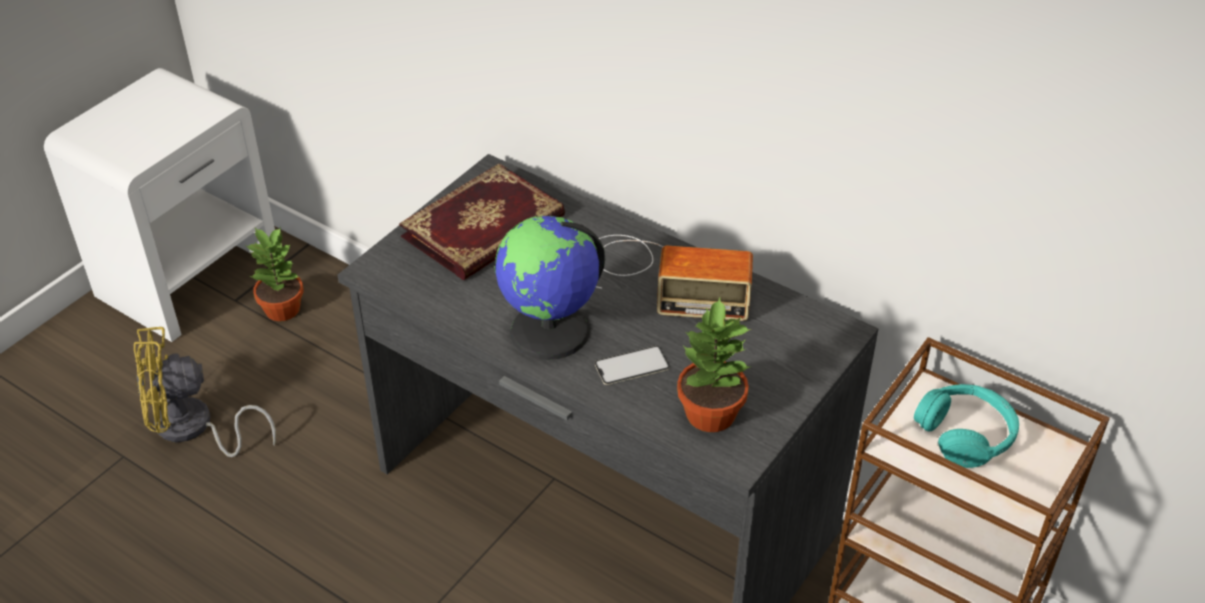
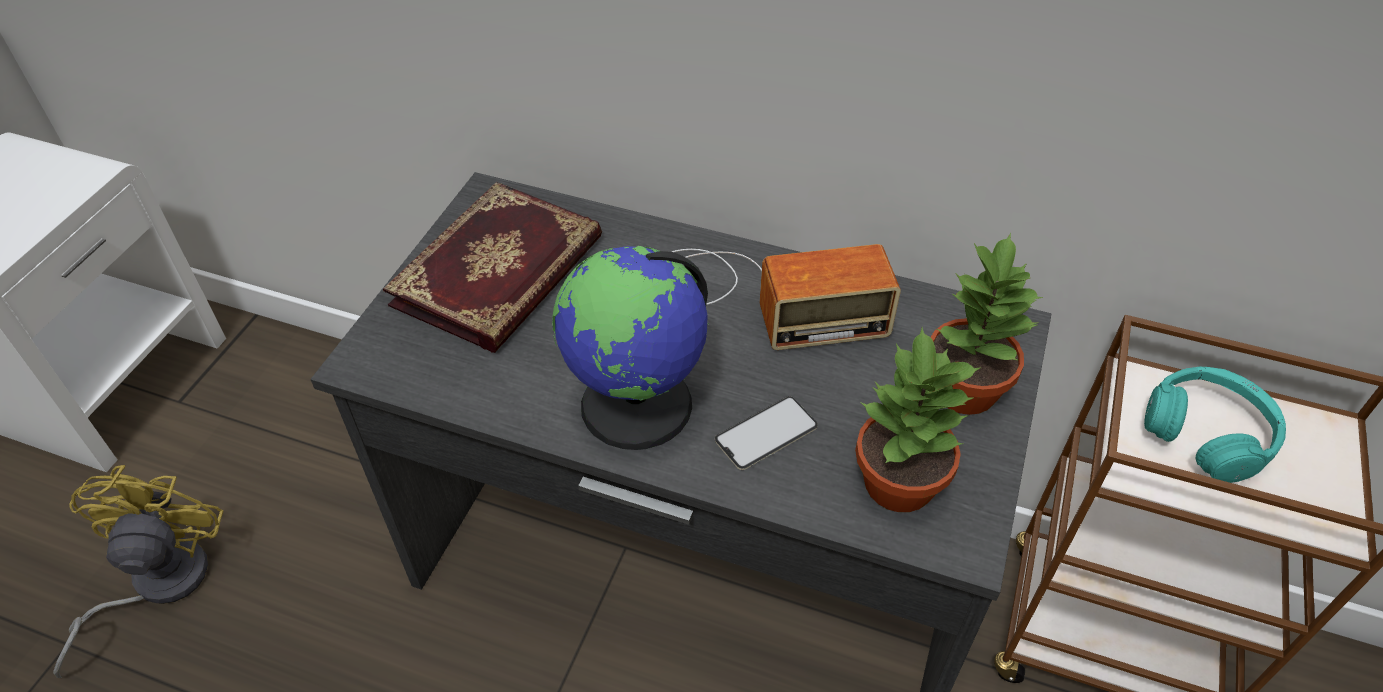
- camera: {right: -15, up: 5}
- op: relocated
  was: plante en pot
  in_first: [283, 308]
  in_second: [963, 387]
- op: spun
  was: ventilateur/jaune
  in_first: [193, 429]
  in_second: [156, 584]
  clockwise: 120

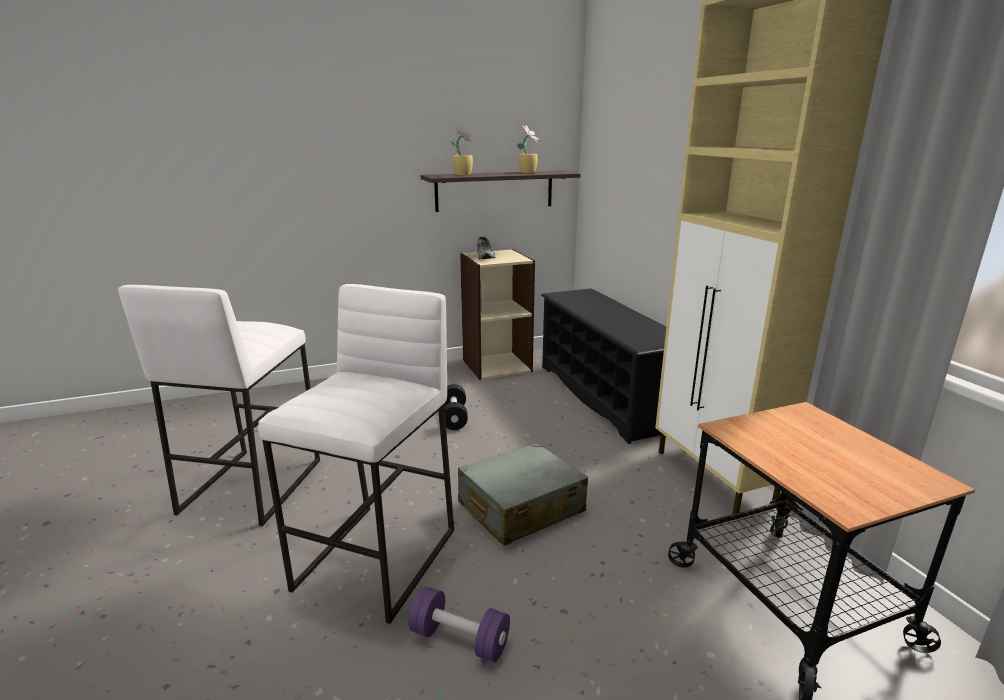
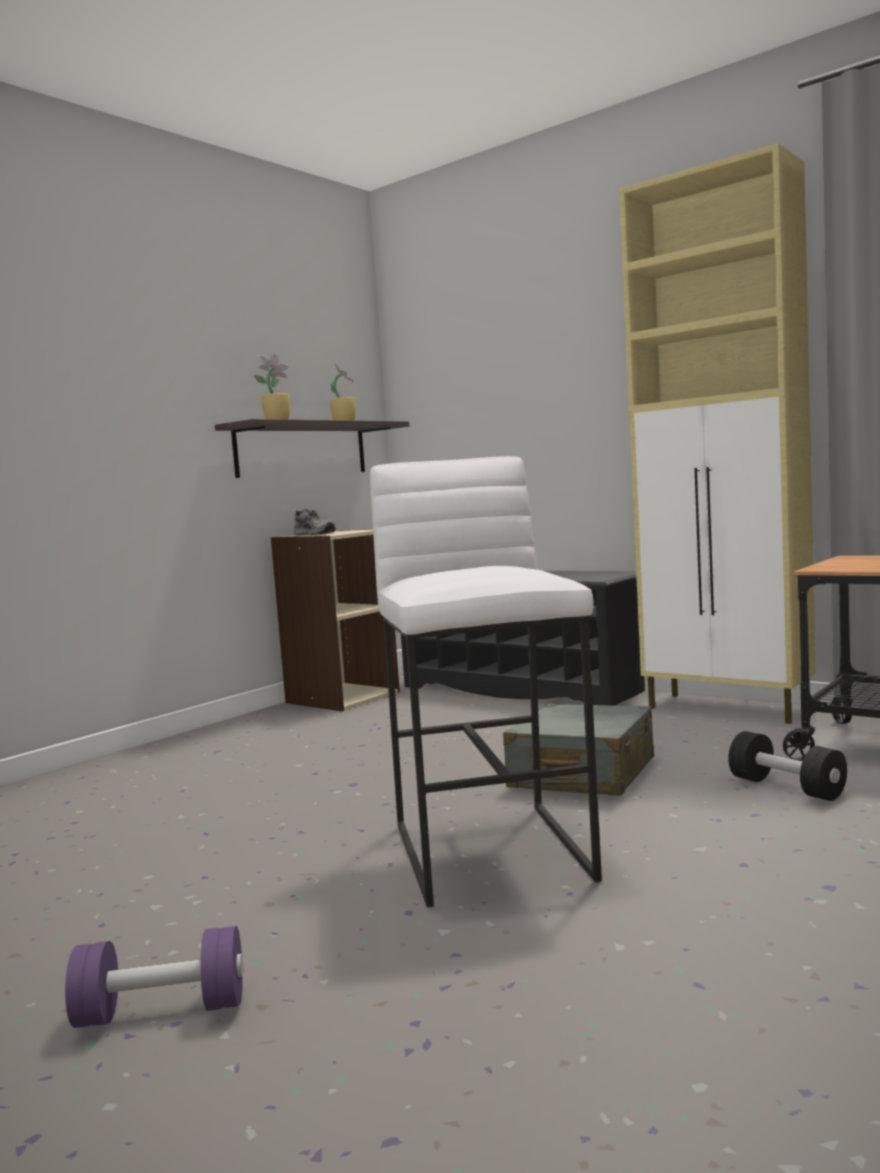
- camera: {right: -30, up: -15}
- op: missing
  was: tabouret/blanc
  in_first: [251, 485]
- op: relocated
  was: haltère/violet
  in_first: [459, 639]
  in_second: [162, 1011]
- op: relocated
  was: haltère/noir
  in_first: [454, 417]
  in_second: [786, 788]

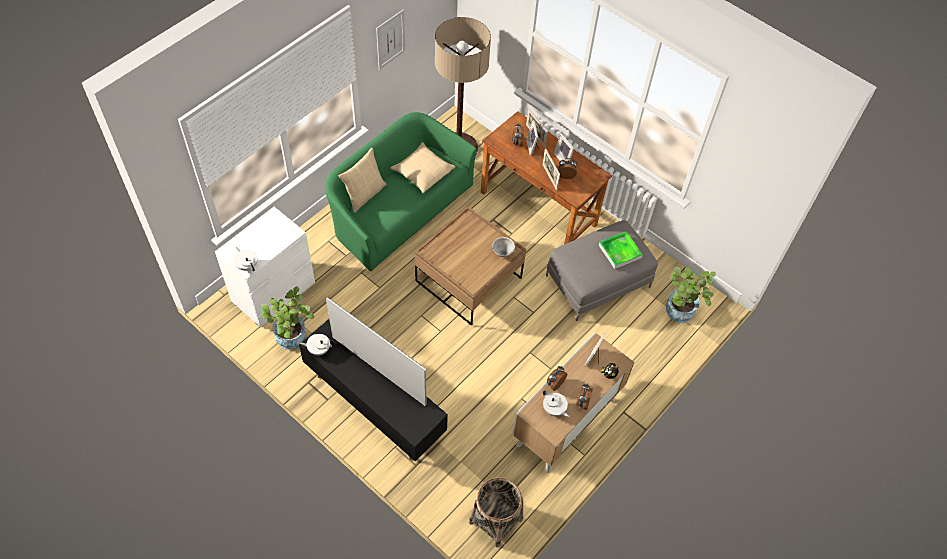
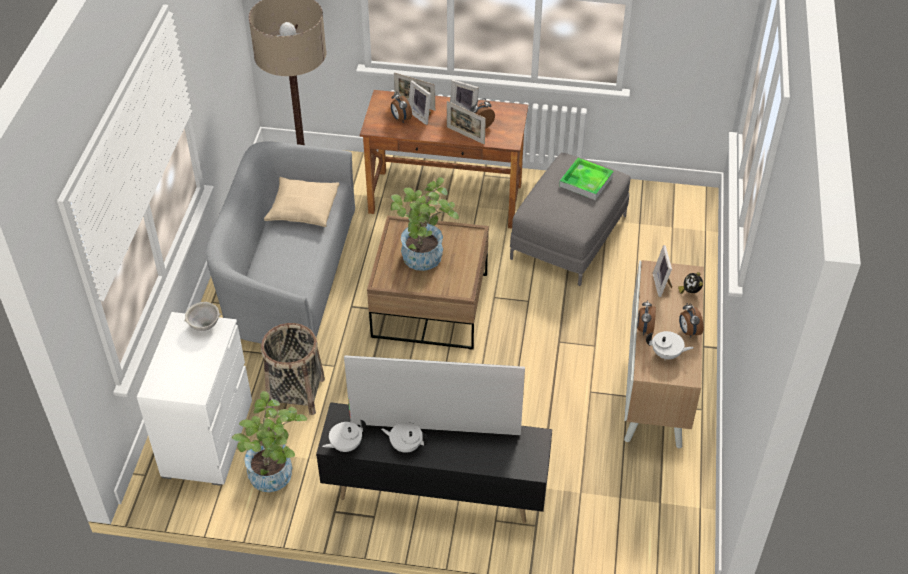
- camera: {right: -30, up: -10}
- op: missing
  was: coussin/beige
  in_first: [364, 194]
- op: missing
  was: tableau
  in_first: [390, 39]
- op: relocated
  was: théière/blanc
  in_first: [247, 265]
  in_second: [405, 445]
- op: relocated
  was: panier
  in_first: [495, 520]
  in_second: [296, 393]
- op: relocated
  was: bol/gris
  in_first: [502, 252]
  in_second: [204, 325]
- op: relocated
  was: plante en pot
  in_first: [678, 314]
  in_second: [423, 261]
- op: colour
  was: canapé/vert
  now: canapé/gris
  in_first: [398, 210]
  in_second: [288, 276]

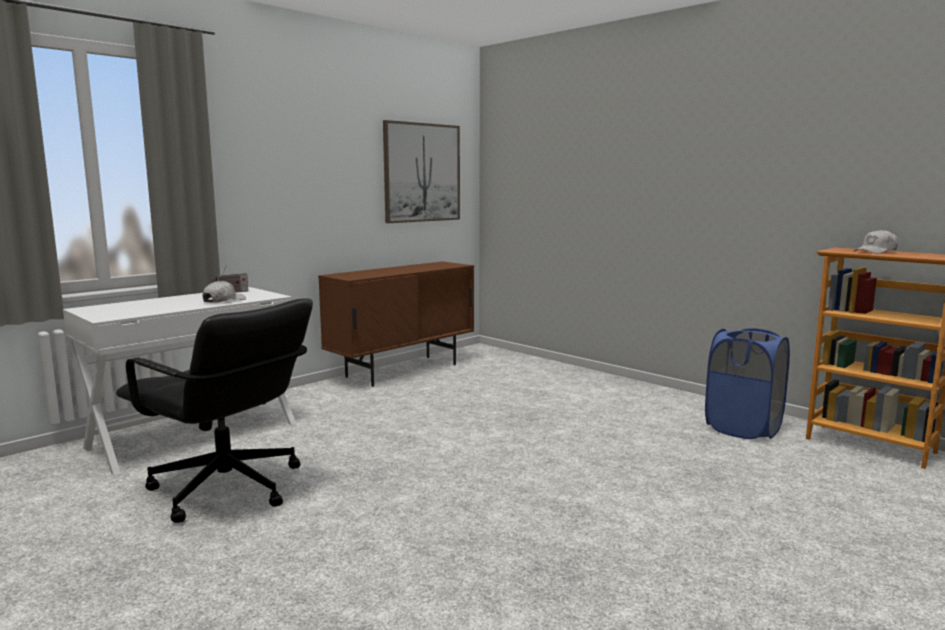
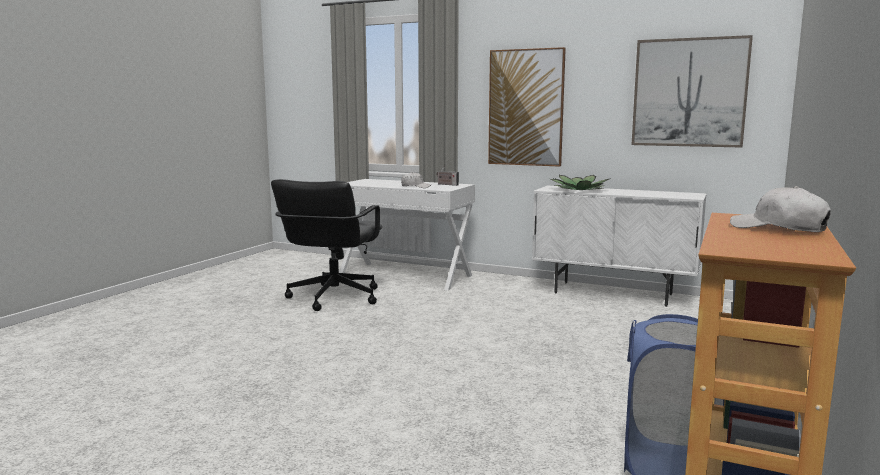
- camera: {right: 70, up: 0}
- op: appeared
  now: tableau
  in_second: [526, 108]
- op: appeared
  now: plante en pot
  in_second: [579, 190]
- op: colour
  was: meuble de rangement/marron
  now: meuble de rangement/blanc
  in_first: [402, 371]
  in_second: [613, 294]

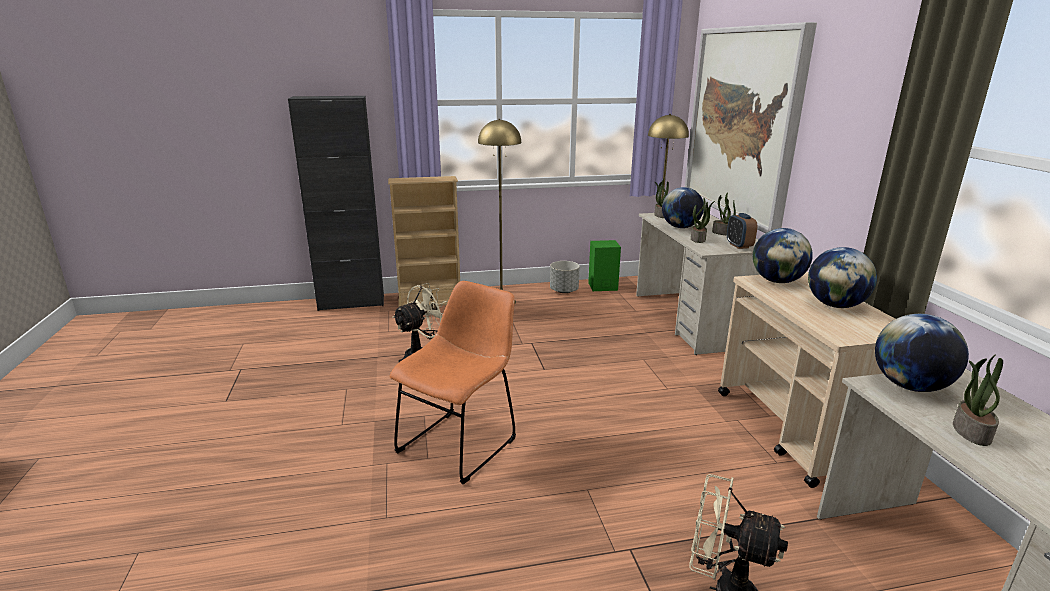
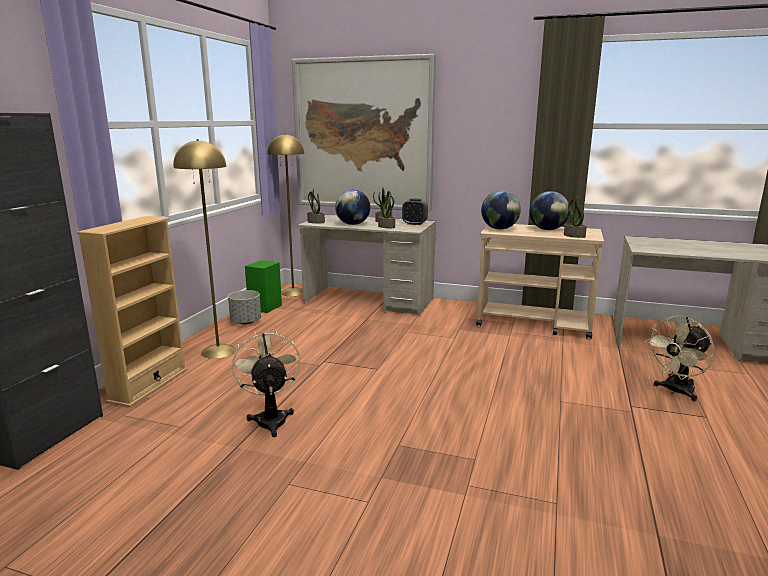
- camera: {right: -60, up: -5}
- op: missing
  was: chaise/orange
  in_first: [461, 442]
- op: missing
  was: globe
  in_first: [910, 386]
- op: relocated
  was: plante en pot
  in_first: [970, 431]
  in_second: [573, 236]

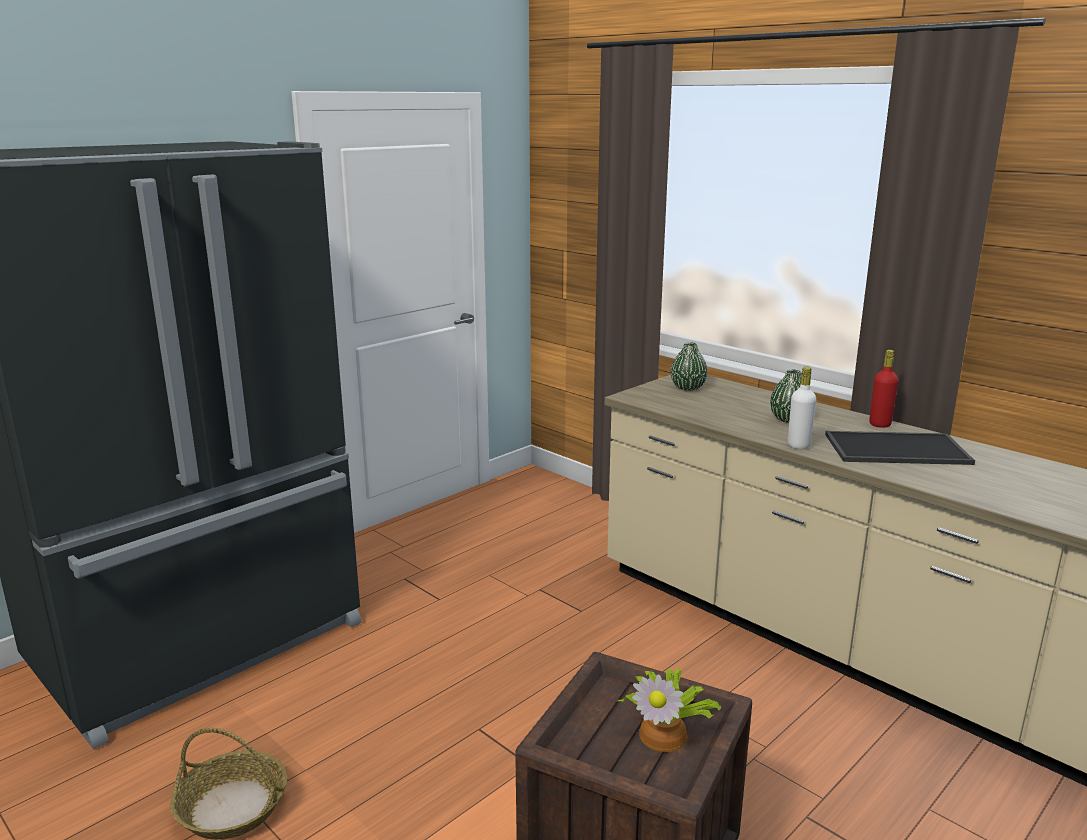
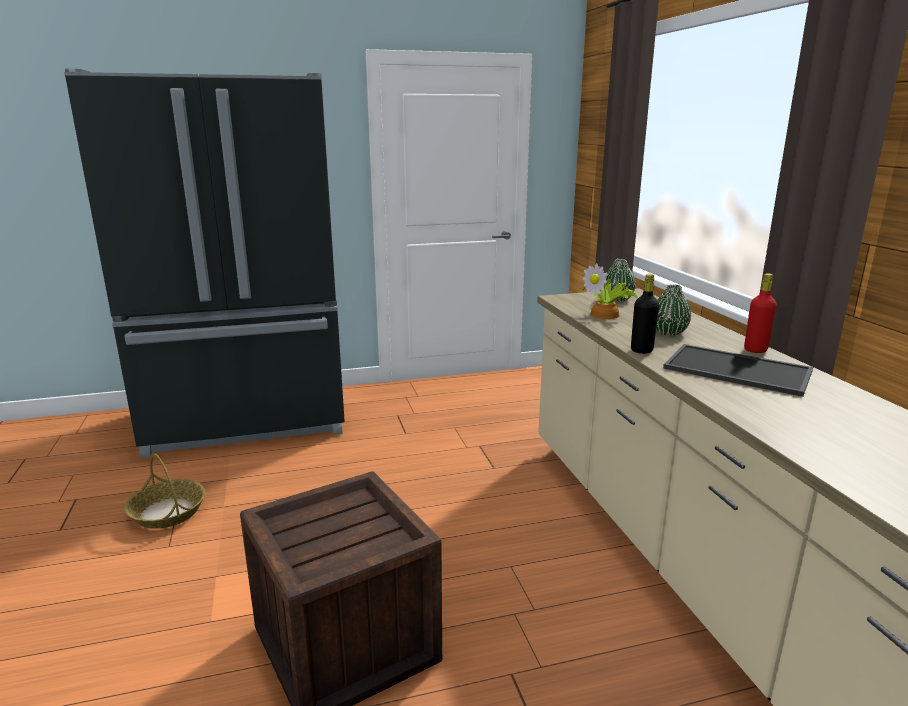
- camera: {right: 30, up: 0}
- op: relocated
  was: plante en pot
  in_first: [665, 733]
  in_second: [606, 314]
- op: colour
  was: bouteille/blanc
  now: bouteille/noir
  in_first: [798, 445]
  in_second: [641, 350]

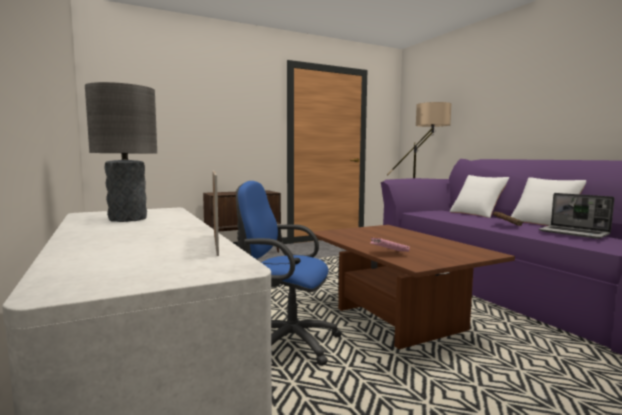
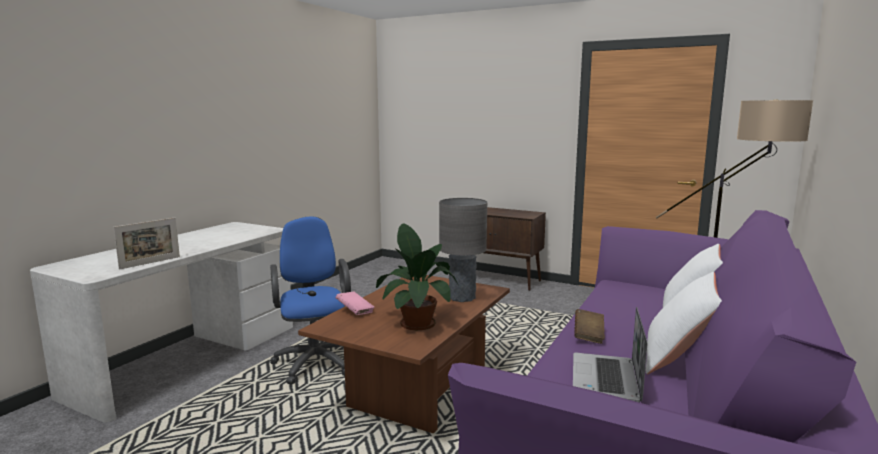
- camera: {right: 55, up: 5}
- op: appeared
  now: plante en pot
  in_second: [417, 322]
- op: relocated
  was: lampe de table/gris
  in_first: [127, 219]
  in_second: [461, 298]

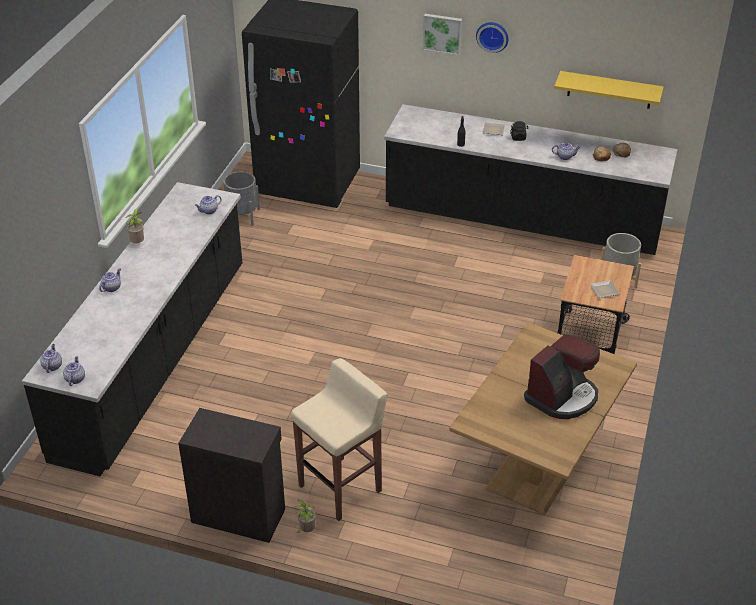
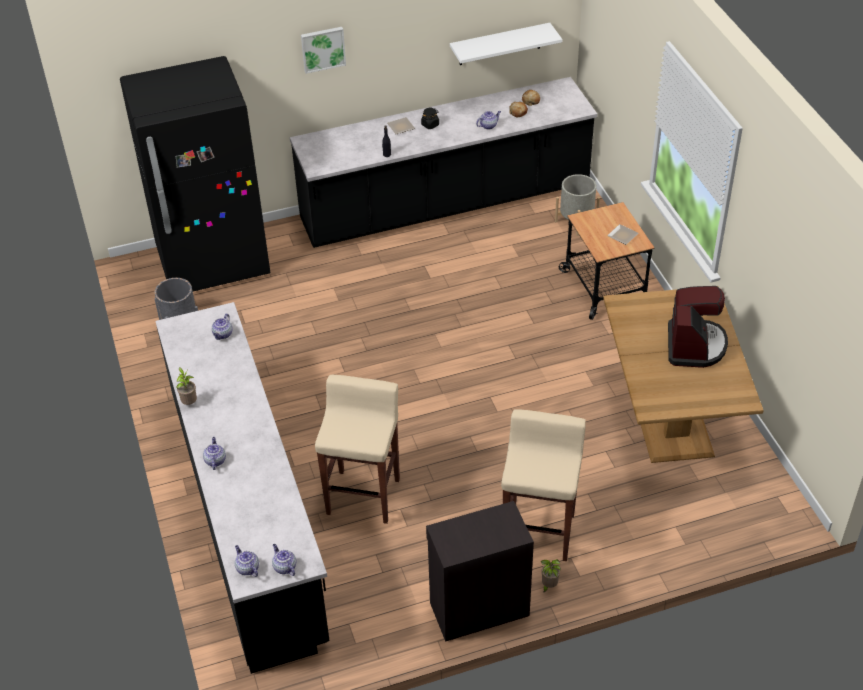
- camera: {right: -35, up: 5}
- op: missing
  was: horloge murale
  in_first: [492, 36]
- op: appeared
  now: tabouret/beige
  in_second: [364, 495]
- op: colour
  was: étagère/jaune
  now: étagère/blanc
  in_first: [609, 90]
  in_second: [500, 44]

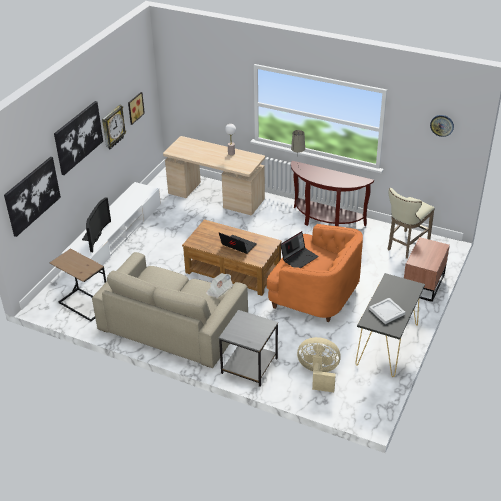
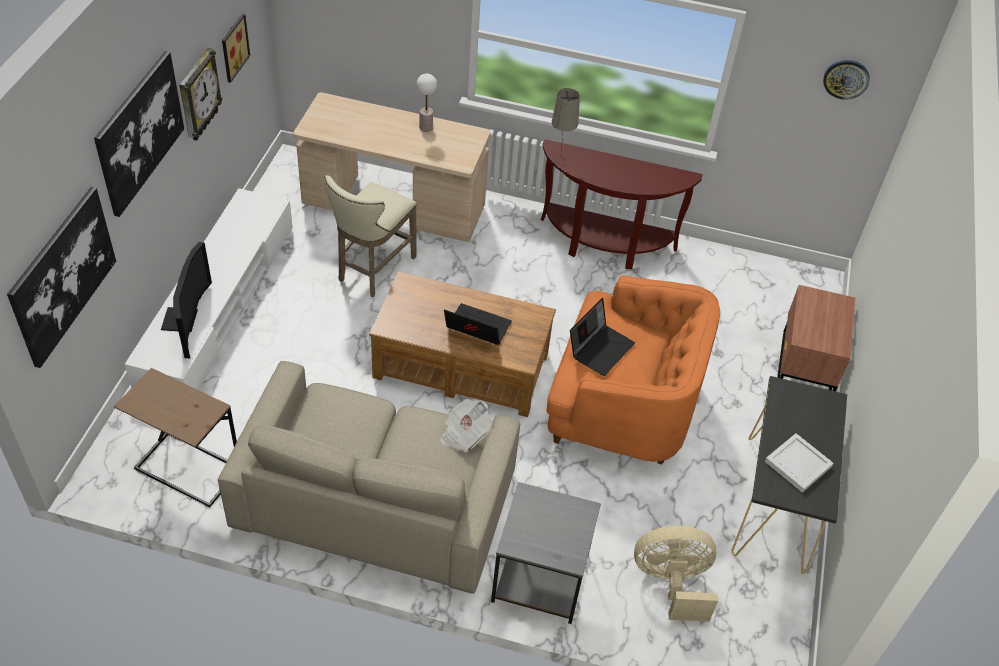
- camera: {right: -15, up: 10}
- op: relocated
  was: tabouret/beige
  in_first: [405, 246]
  in_second: [372, 270]

